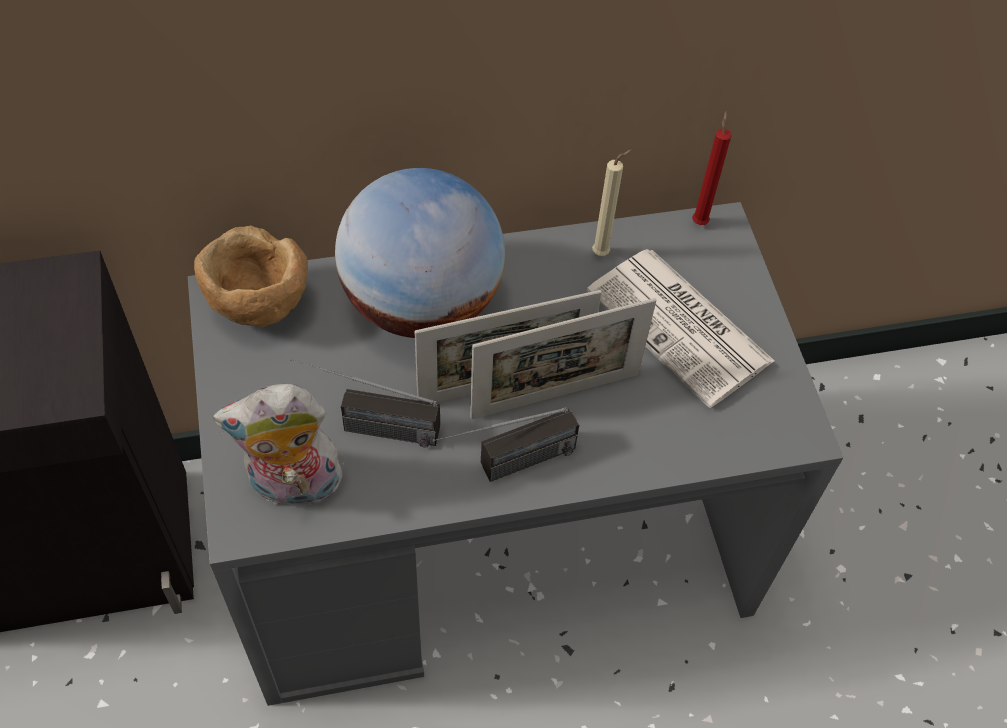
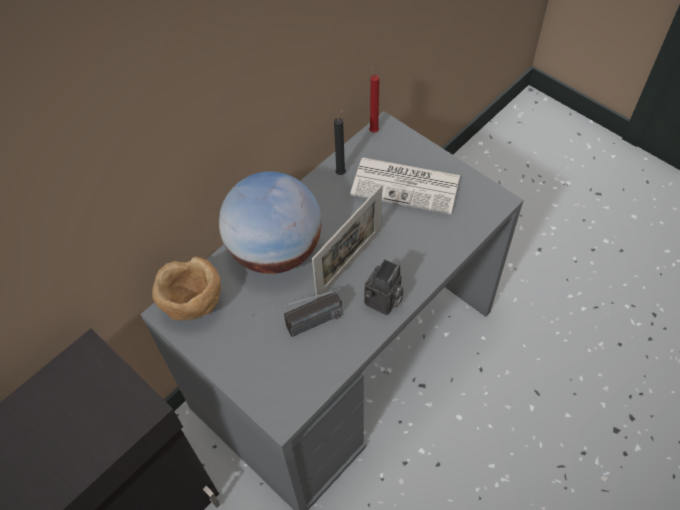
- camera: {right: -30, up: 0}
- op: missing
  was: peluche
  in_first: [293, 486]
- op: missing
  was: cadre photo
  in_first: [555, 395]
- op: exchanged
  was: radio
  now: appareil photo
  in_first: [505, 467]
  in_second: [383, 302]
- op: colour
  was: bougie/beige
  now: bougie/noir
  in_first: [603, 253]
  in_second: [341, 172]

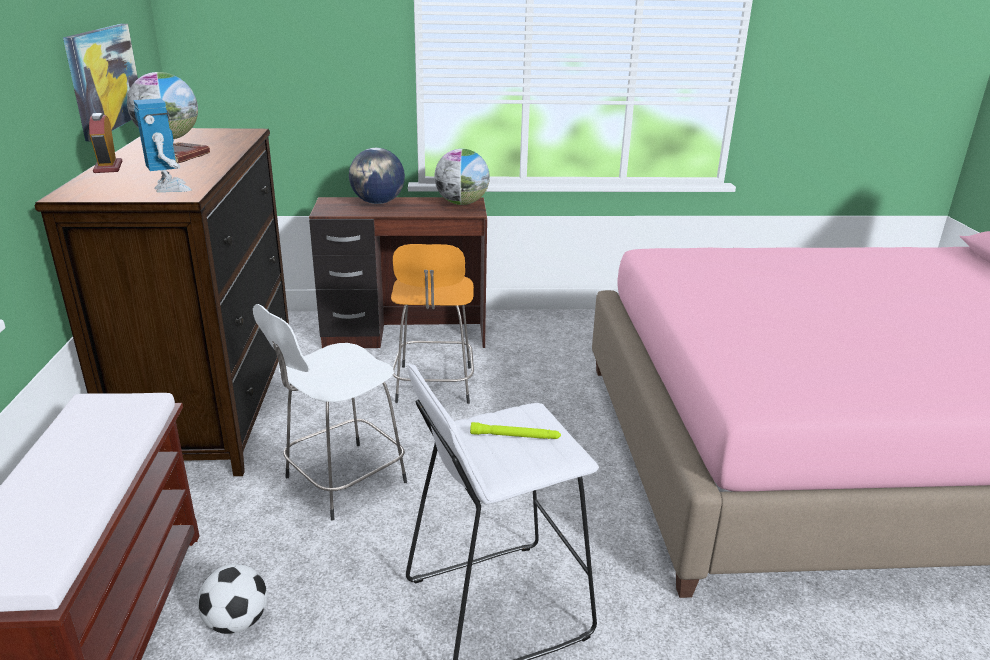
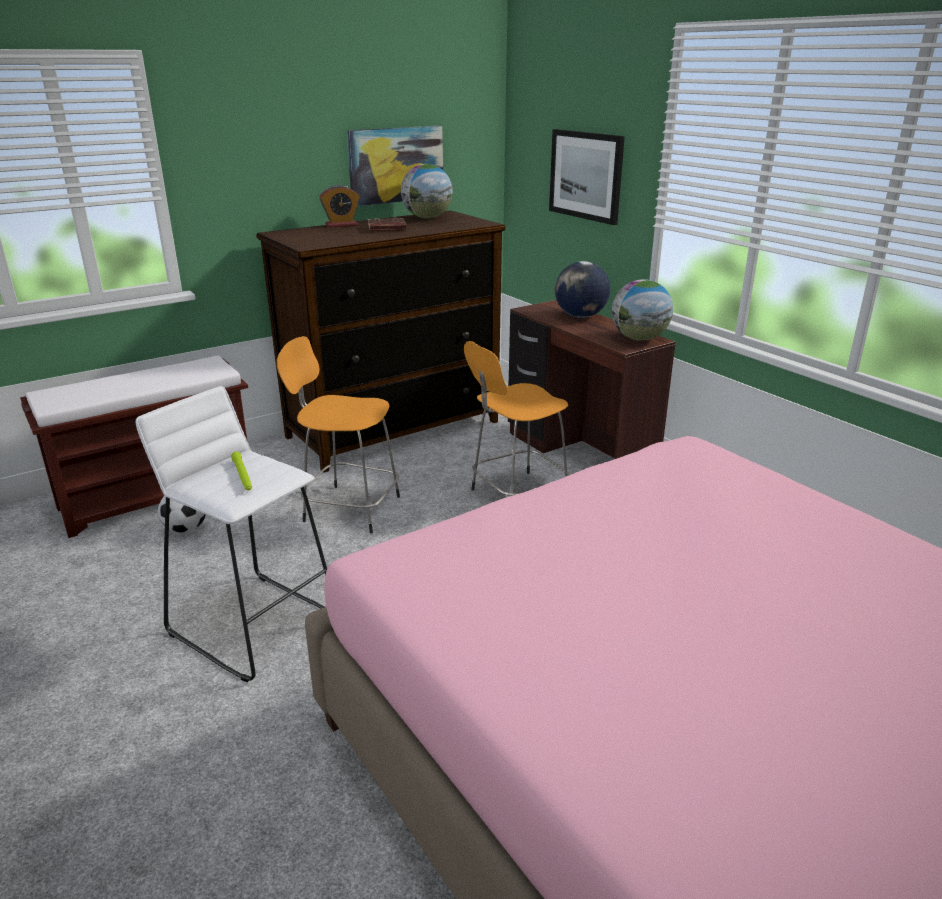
- camera: {right: 60, up: 0}
- op: missing
  was: robot jouet
  in_first: [169, 188]
- op: appeared
  now: tableau
  in_second: [586, 175]
- op: colour
  was: tabouret/blanc
  now: tabouret/orange
  in_first: [342, 481]
  in_second: [349, 508]
- op: spun
  was: réveil
  in_first: [108, 167]
  in_second: [341, 225]
  clockwise: -150

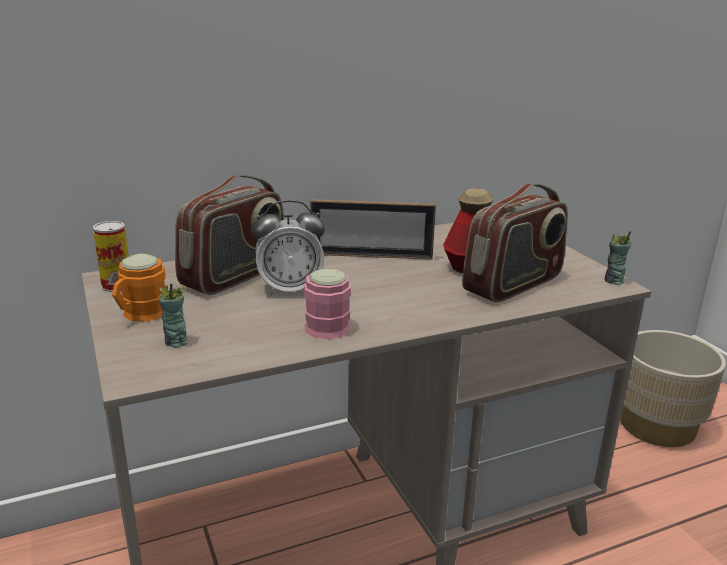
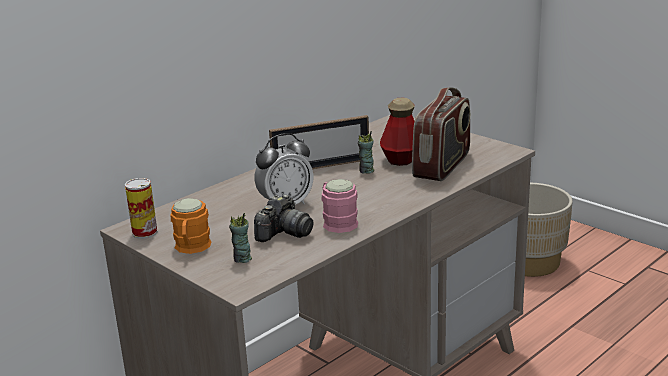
- camera: {right: -20, up: 0}
- op: missing
  was: radio
  in_first: [235, 276]
- op: appeared
  now: appareil photo
  in_second: [284, 233]
- op: relocated
  was: tasse
  in_first: [613, 281]
  in_second: [366, 171]

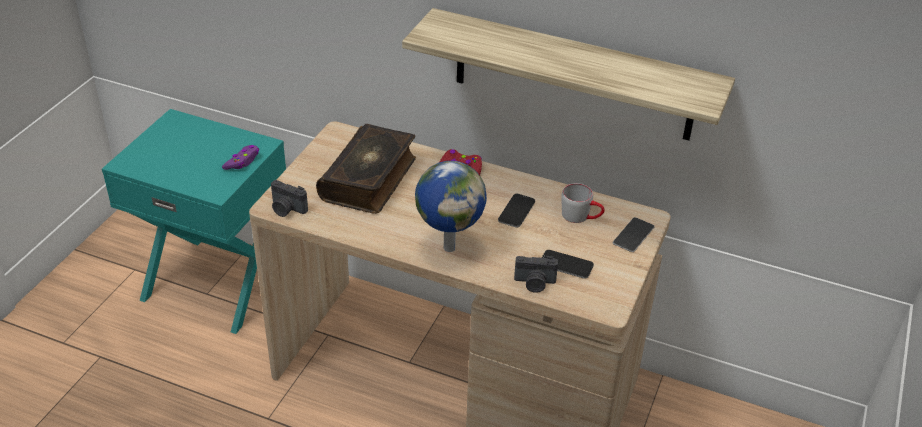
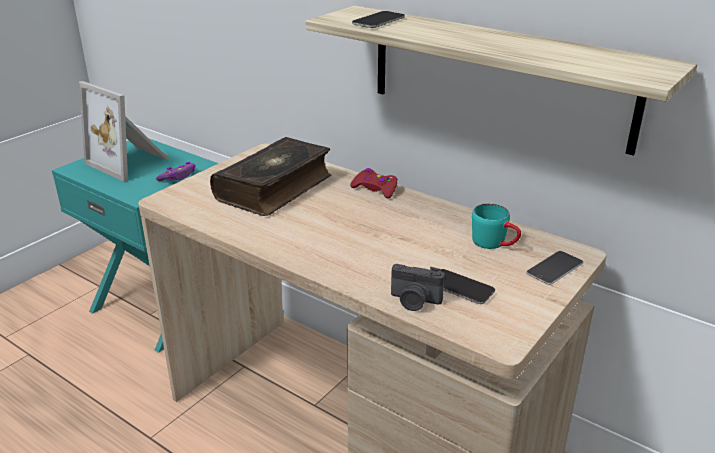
- camera: {right: 15, up: -10}
- op: missing
  was: appareil photo
  in_first: [287, 209]
- op: missing
  was: globe
  in_first: [449, 247]
- op: appeared
  now: cadre photo
  in_second: [130, 162]
- op: relocated
  was: téléphone
  in_first: [516, 211]
  in_second: [378, 21]
- op: colour
  was: mug/gris
  now: mug/turquoise
  in_first: [581, 216]
  in_second: [495, 243]

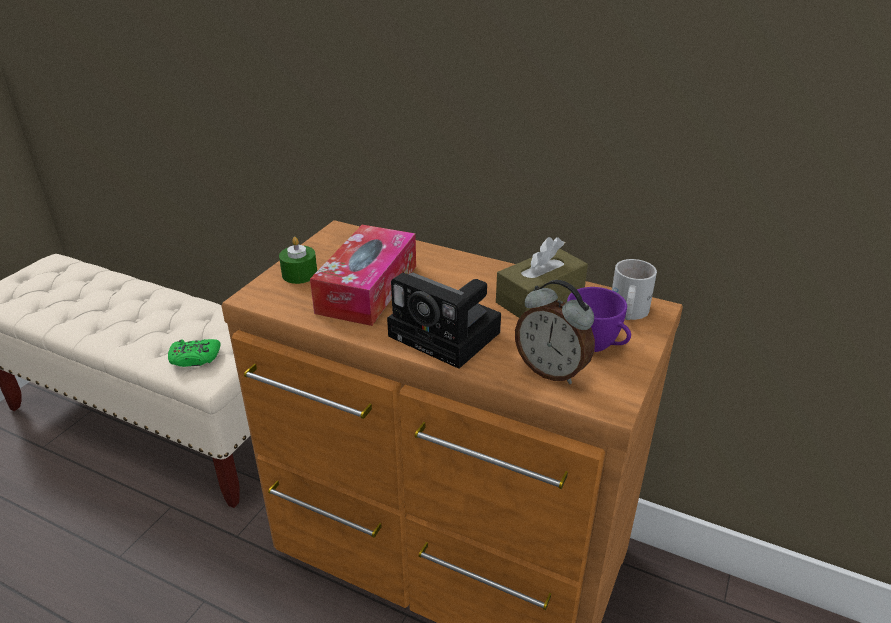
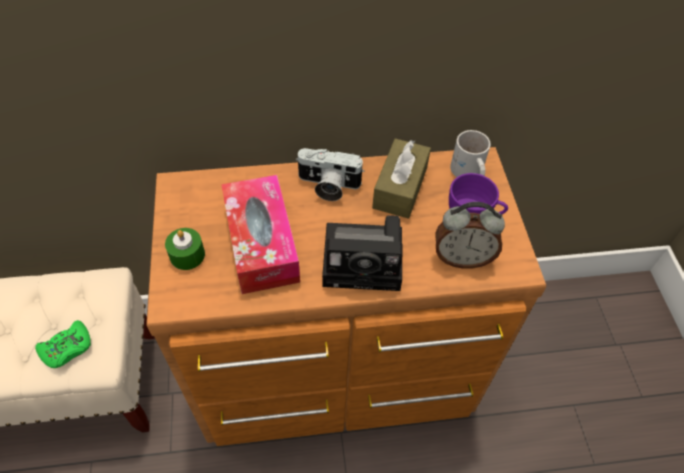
- camera: {right: -35, up: 20}
- op: appeared
  now: appareil photo
  in_second: [327, 186]

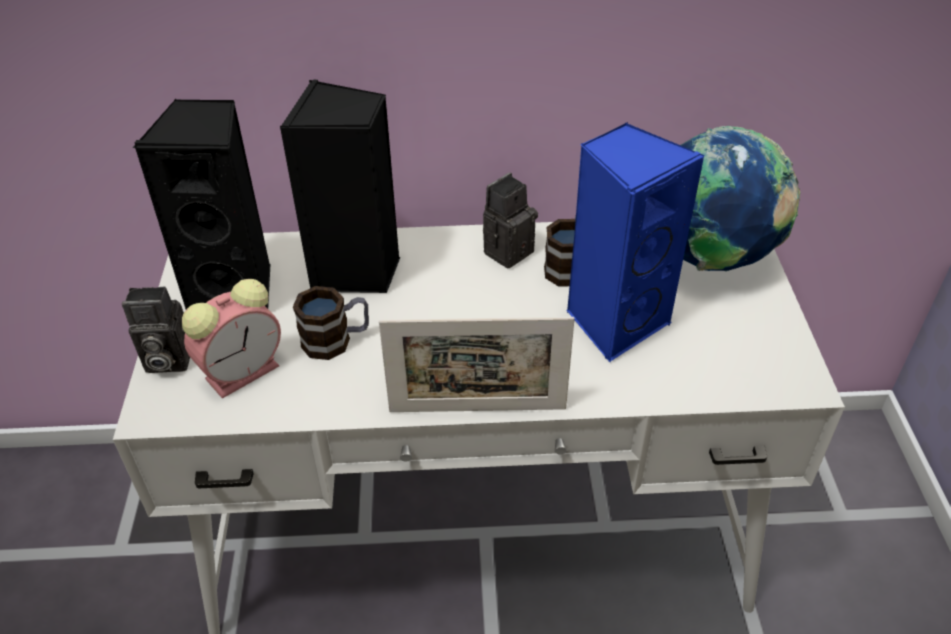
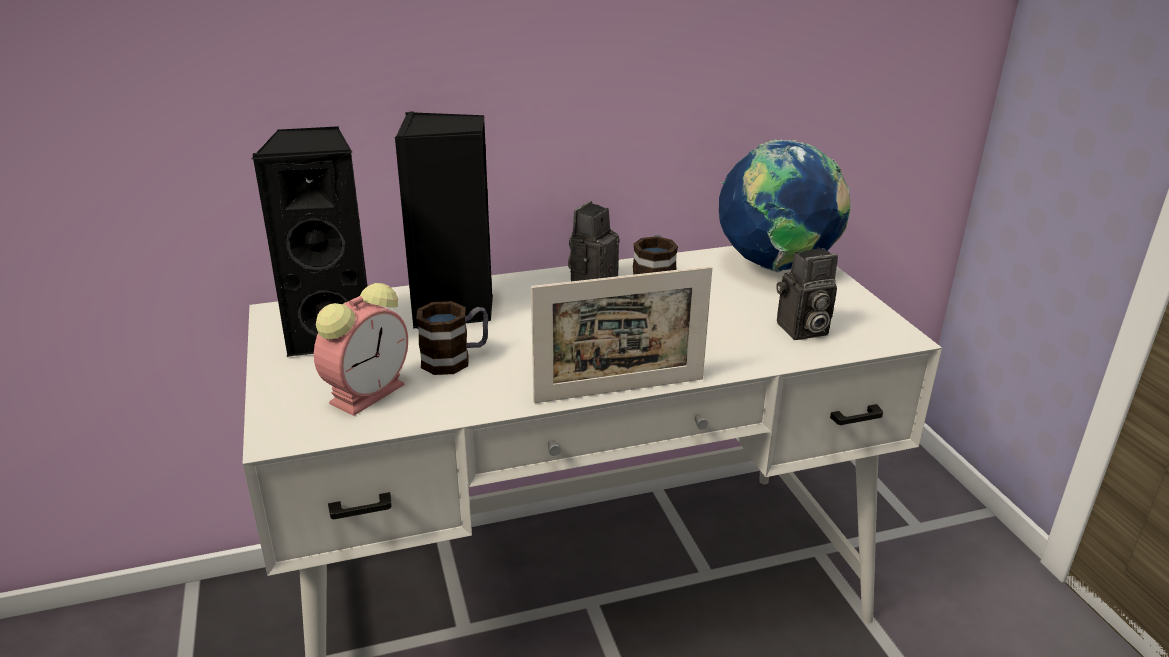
- camera: {right: -15, up: -15}
- op: missing
  was: enceinte/bleu
  in_first: [614, 321]
- op: relocated
  was: appareil photo
  in_first: [166, 360]
  in_second: [801, 330]

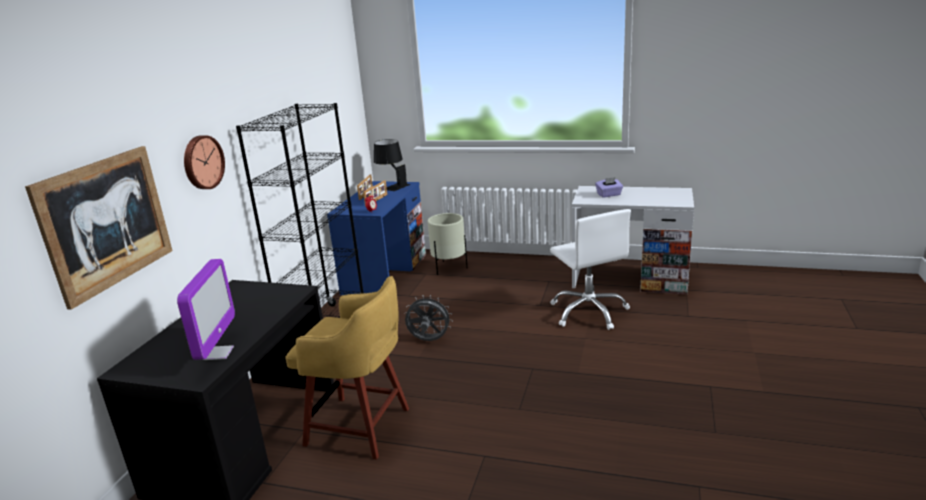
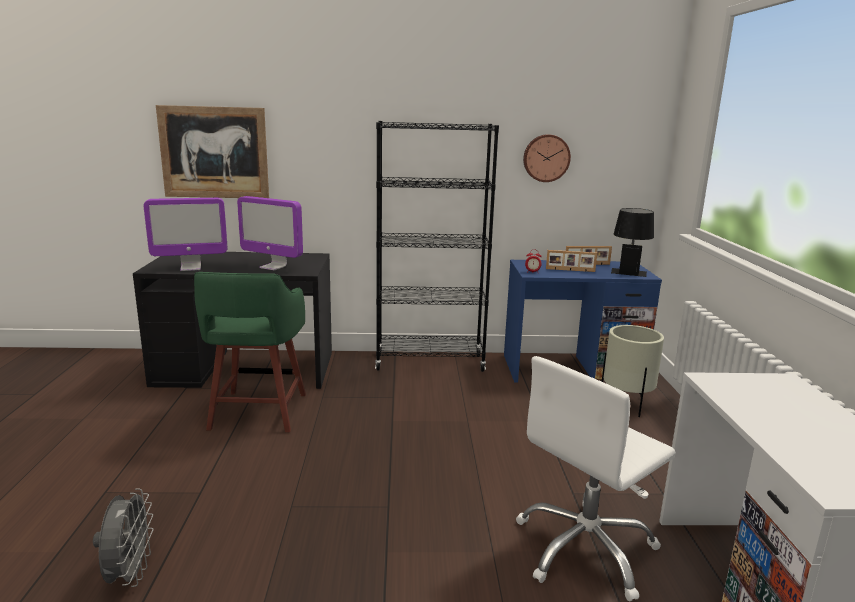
- camera: {right: 70, up: -5}
- op: missing
  was: boîte à mouchoirs/violet
  in_first: [609, 195]
- op: appeared
  now: écran d'ordinateur
  in_second: [273, 267]
- op: relocated
  was: horloge murale
  in_first: [202, 162]
  in_second: [546, 158]
- op: relocated
  was: ventilateur/gris
  in_first: [429, 341]
  in_second: [129, 575]
- op: colour
  was: tabouret/jaune
  now: tabouret/vert
  in_first: [361, 428]
  in_second: [257, 413]

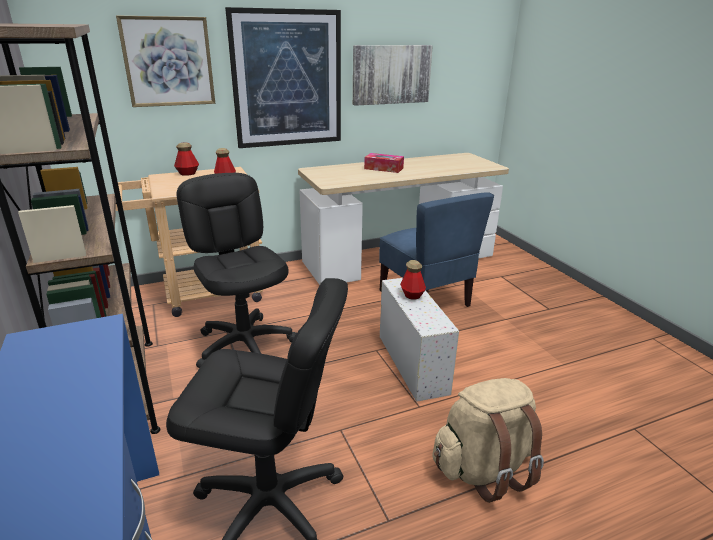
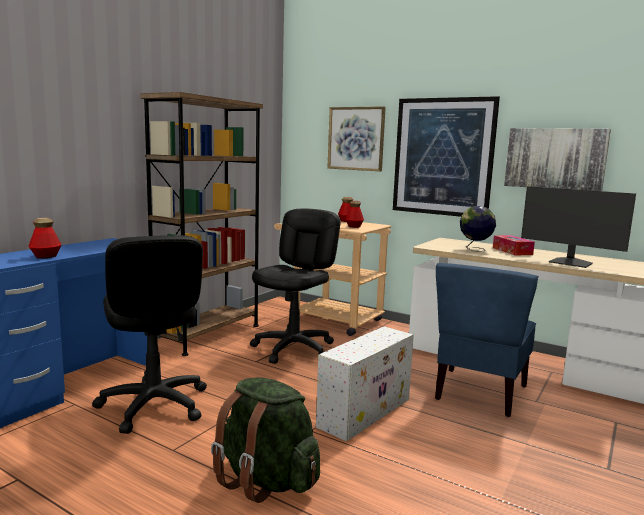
- camera: {right: 55, up: -15}
- op: appeared
  now: globe
  in_second: [475, 250]
- op: appeared
  now: écran d'ordinateur
  in_second: [570, 263]
- op: relocated
  was: bouteille
  in_first: [412, 295]
  in_second: [46, 256]
- op: colour
  was: sac à dos/beige
  now: sac à dos/vert
  in_first: [484, 469]
  in_second: [266, 480]

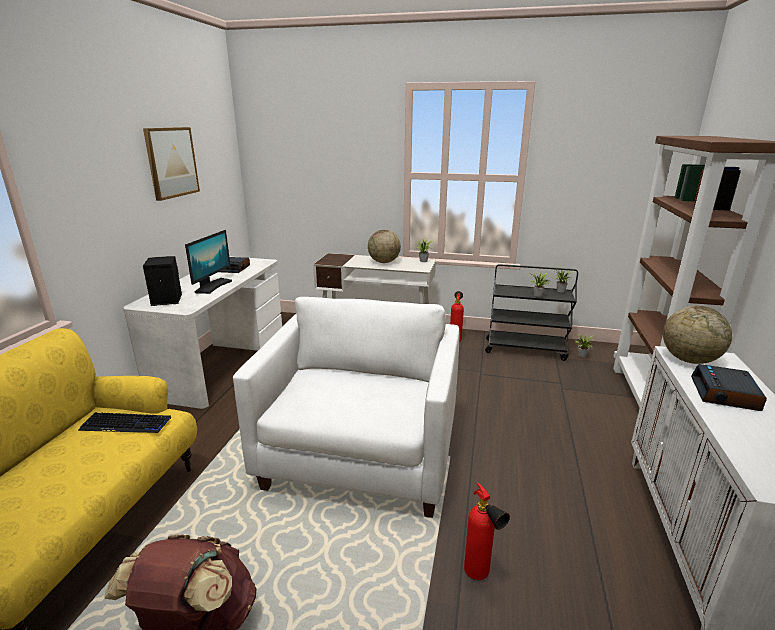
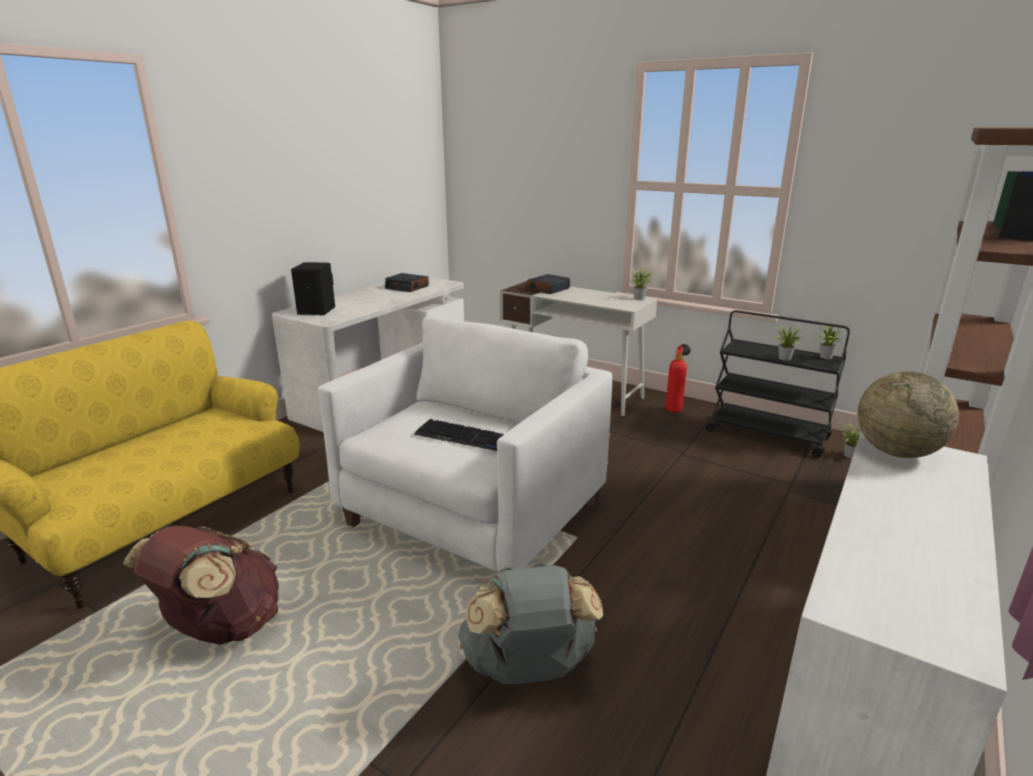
- camera: {right: 20, up: 0}
- op: missing
  was: tableau
  in_first: [171, 162]
- op: missing
  was: écran d'ordinateur
  in_first: [212, 286]
- op: missing
  was: globe
  in_first: [384, 262]
- op: relocated
  was: clavier
  in_first: [126, 424]
  in_second: [463, 437]
- op: relocated
  was: réveil
  in_first: [725, 394]
  in_second: [548, 289]
- op: exchanged
  was: extincteur
  now: sac à dos/gris
  in_first: [480, 577]
  in_second: [528, 669]

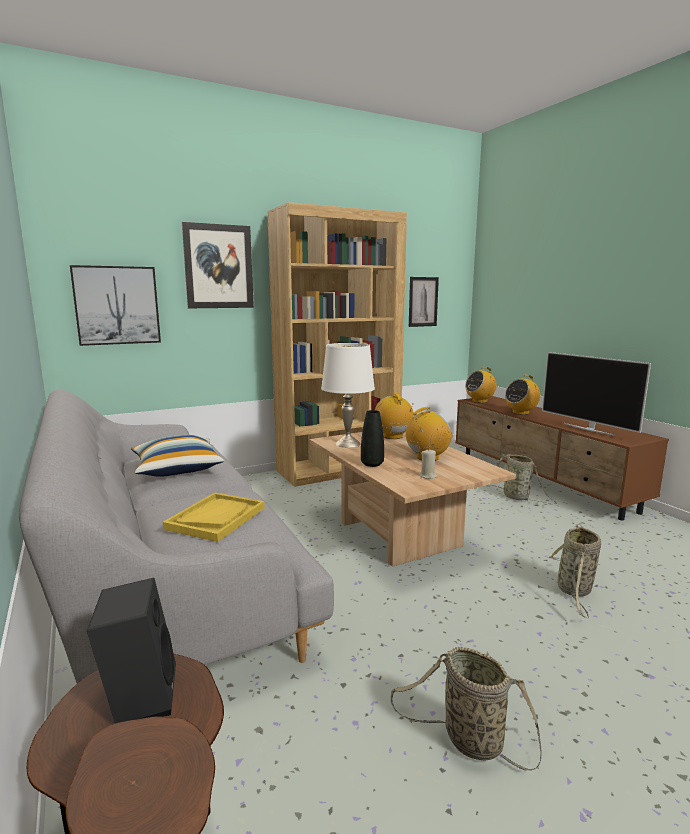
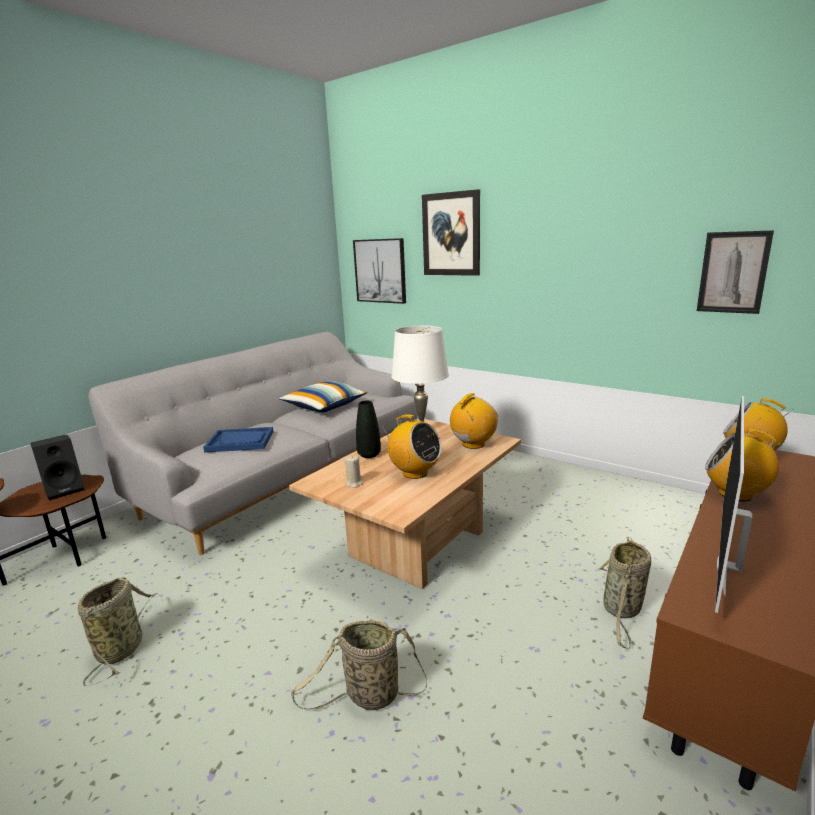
- camera: {right: 65, up: 5}
- op: missing
  was: bibliothèque/marron
  in_first: [339, 469]
- op: colour
  was: plateau/jaune
  now: plateau/bleu
  in_first: [216, 518]
  in_second: [240, 441]

